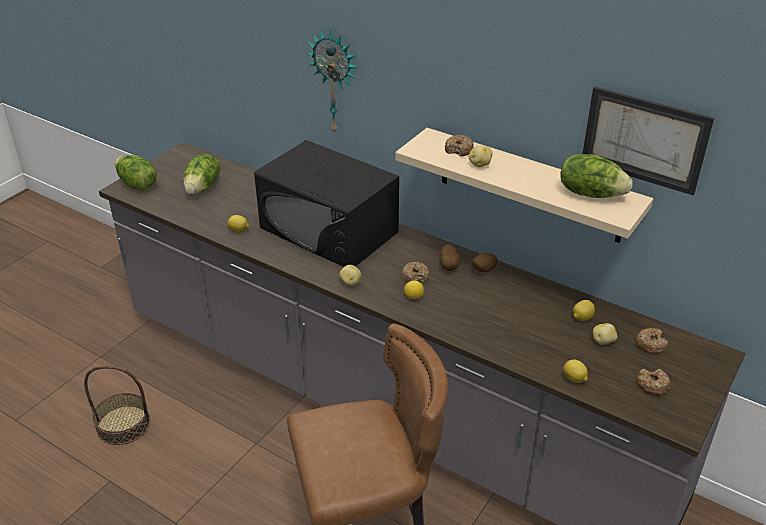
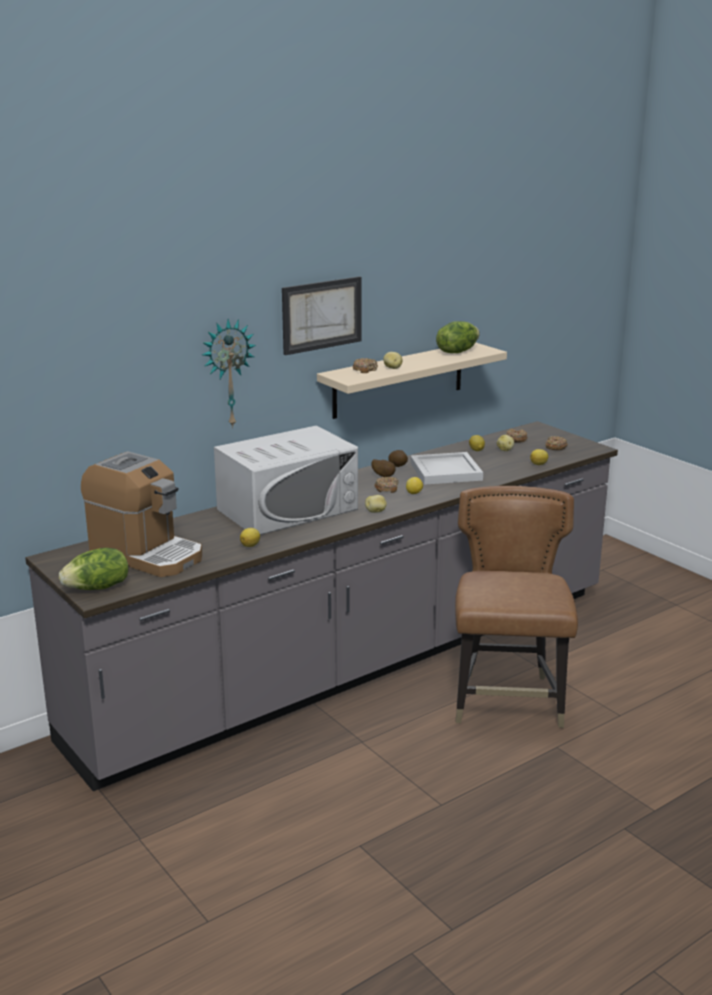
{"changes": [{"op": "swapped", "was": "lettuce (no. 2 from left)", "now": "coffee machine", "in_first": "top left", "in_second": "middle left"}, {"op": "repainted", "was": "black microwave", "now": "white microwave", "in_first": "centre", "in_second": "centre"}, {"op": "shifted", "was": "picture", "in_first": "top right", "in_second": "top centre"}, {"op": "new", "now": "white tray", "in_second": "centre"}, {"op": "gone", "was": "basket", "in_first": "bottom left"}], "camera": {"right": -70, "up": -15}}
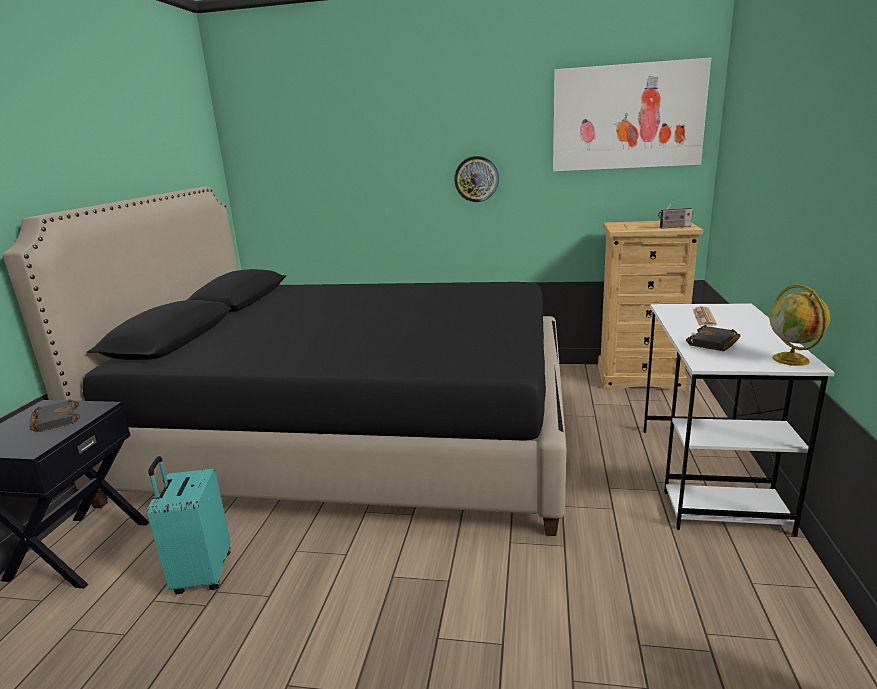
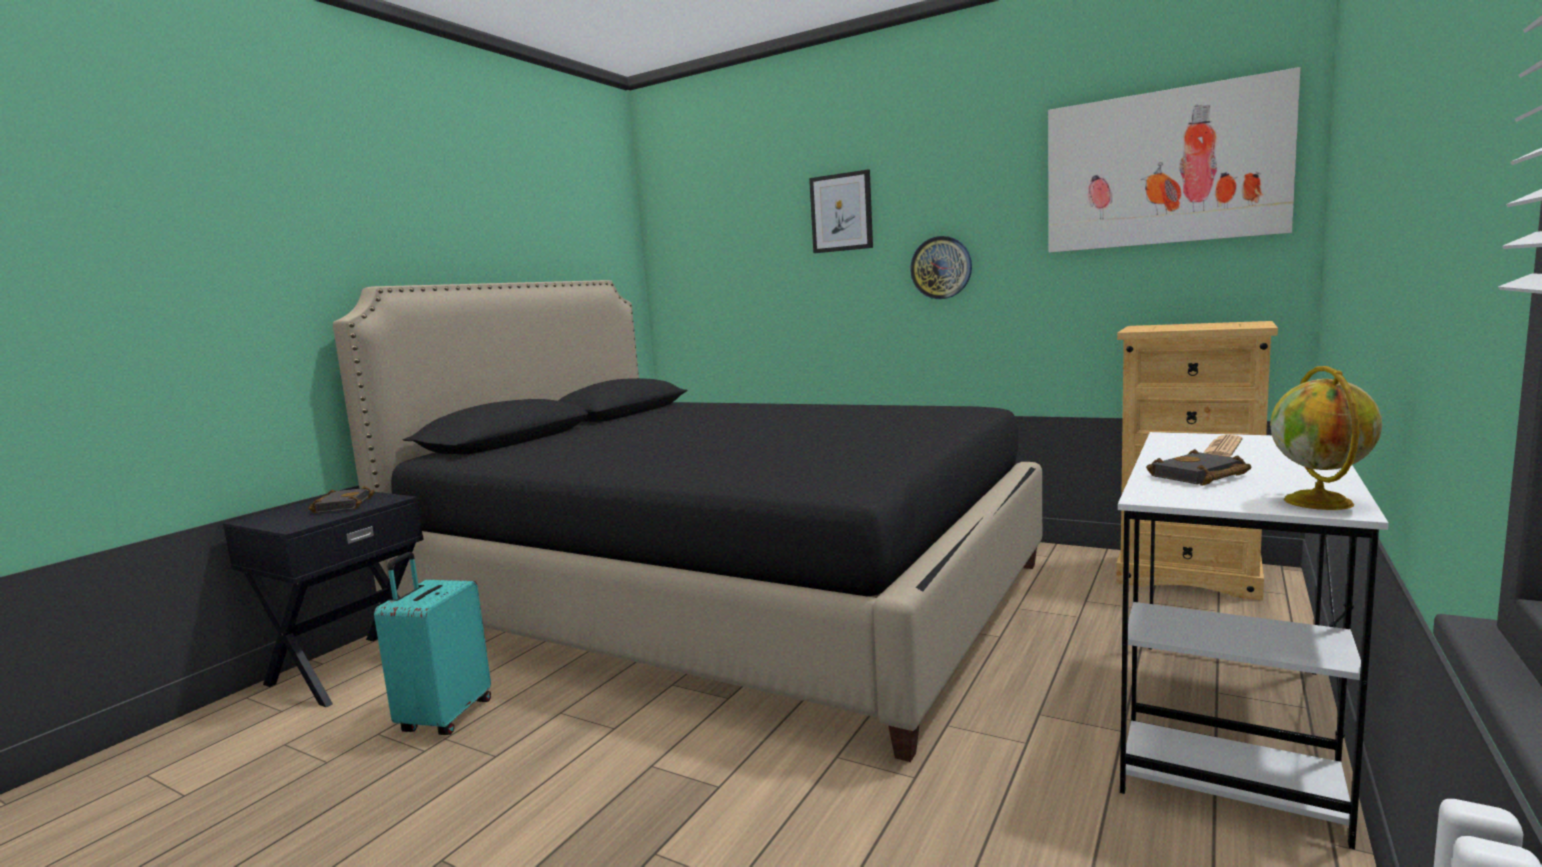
{"changes": [{"op": "new", "now": "picture (no. 1 from left)", "in_second": "top centre"}, {"op": "gone", "was": "radio", "in_first": "top right"}], "camera": {"right": 20, "up": -10}}
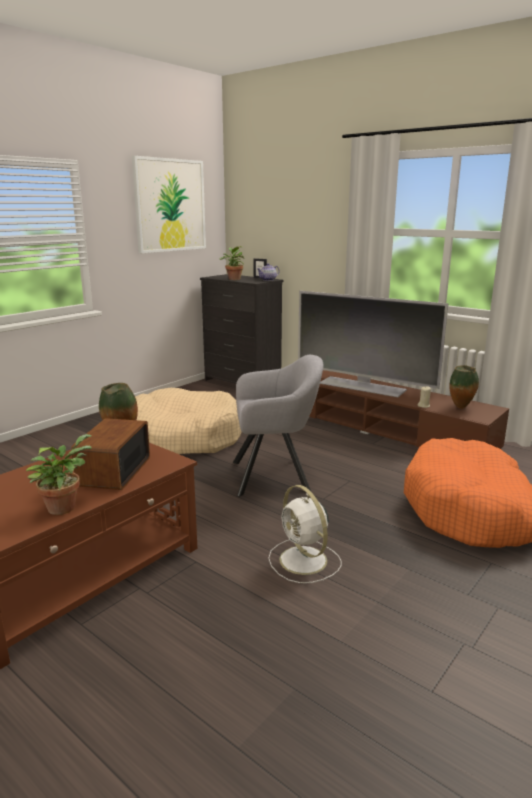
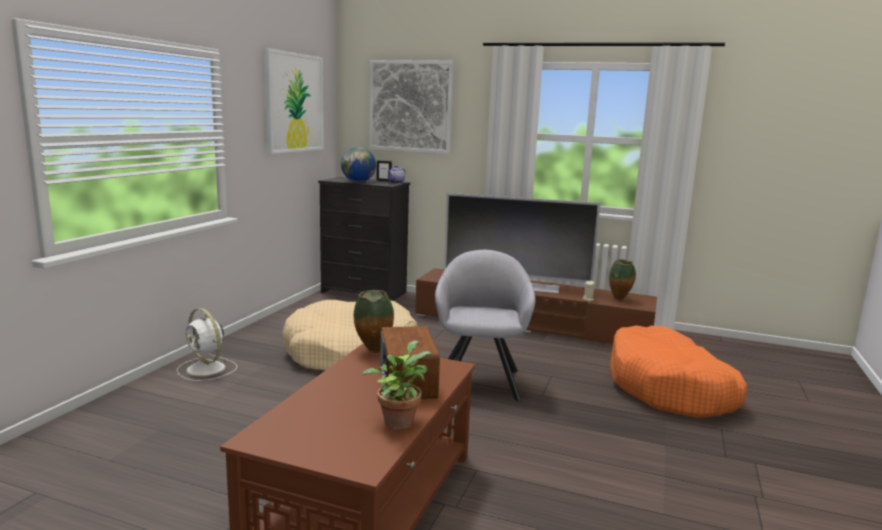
{"changes": [{"op": "shifted", "was": "white fan", "in_first": "bottom centre", "in_second": "middle left"}, {"op": "swapped", "was": "potted plant (no. 2 from left)", "now": "globe", "in_first": "top centre", "in_second": "top centre"}, {"op": "new", "now": "picture (no. 2 from left)", "in_second": "top centre"}, {"op": "rotated", "was": "grey armchair", "in_first": "centre", "in_second": "centre", "clockwise": -60}], "camera": {"right": -20, "up": -5}}
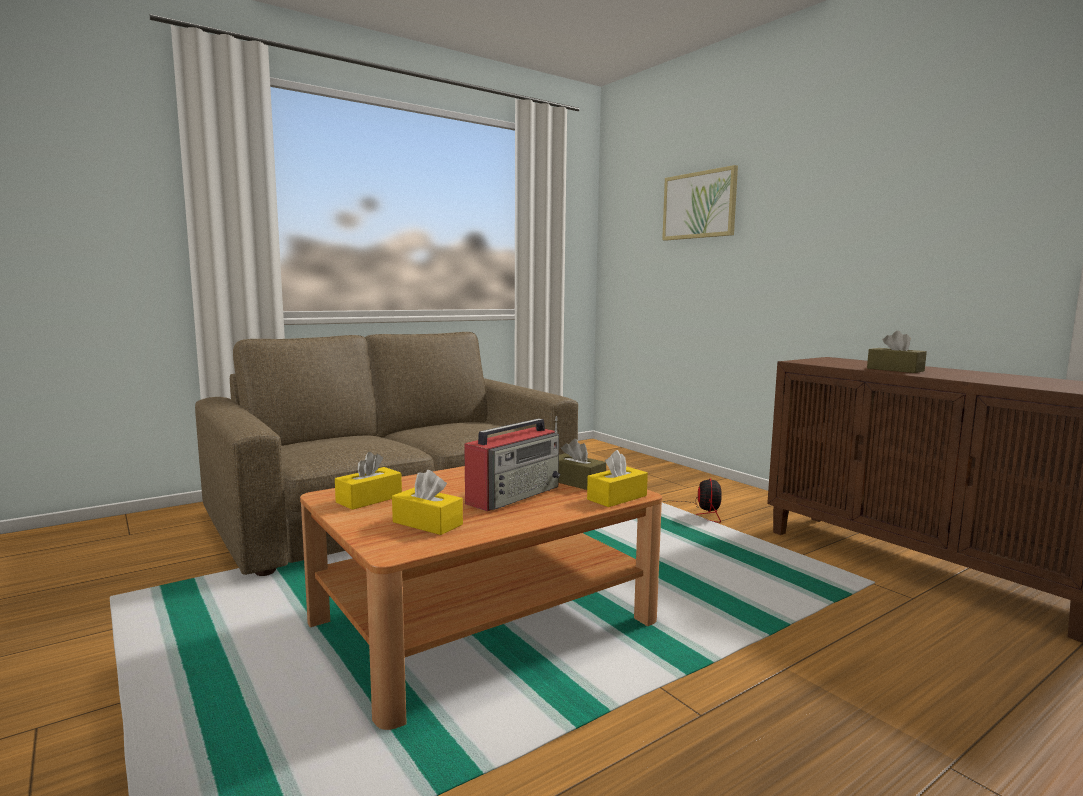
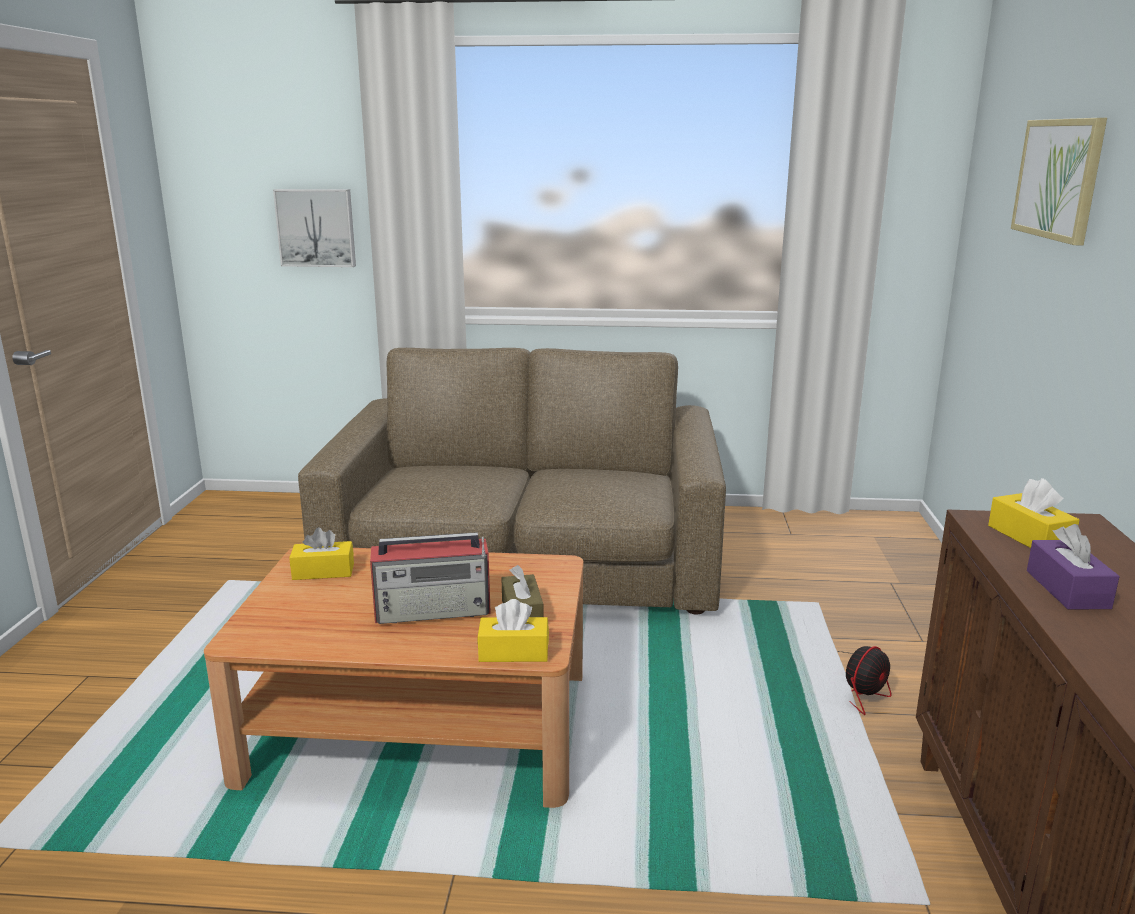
{"changes": [{"op": "new", "now": "picture (no. 1 from left)", "in_second": "top left"}, {"op": "shifted", "was": "yellow tissue box (no. 2 from left in the first image)", "now": "yellow tissue box (no. 3 from left)", "in_first": "centre", "in_second": "middle right"}, {"op": "repainted", "was": "brown tissue box (no. 2 from left)", "now": "purple tissue box", "in_first": "middle right", "in_second": "middle right"}], "camera": {"right": 40, "up": 10}}
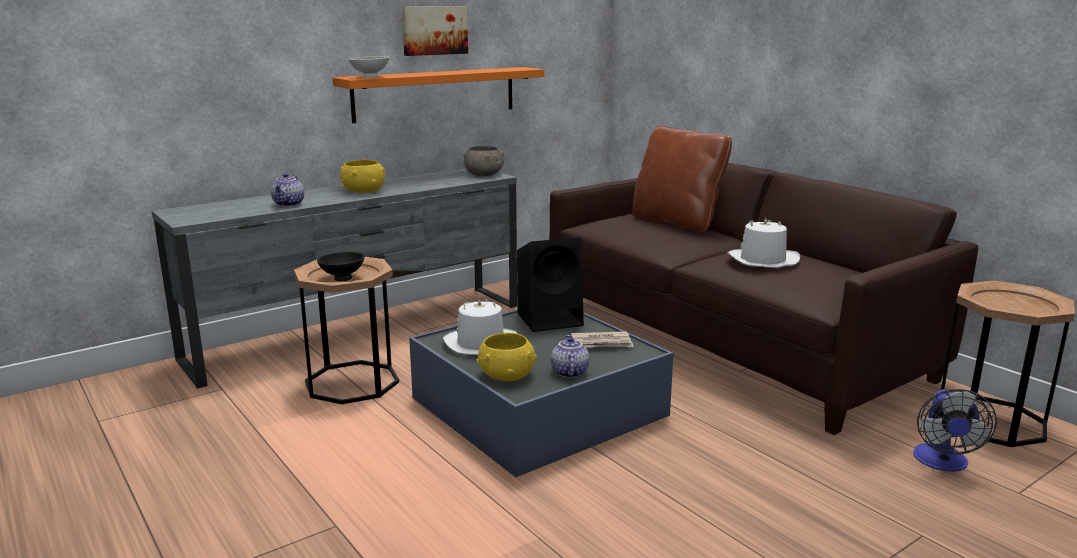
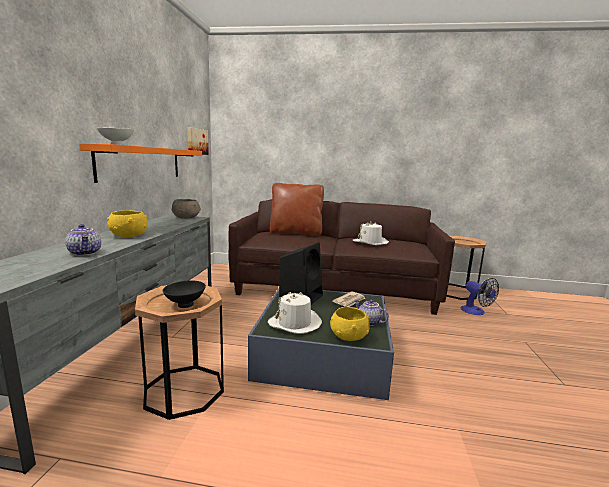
{"changes": [{"op": "shifted", "was": "picture", "in_first": "top centre", "in_second": "top left"}], "camera": {"right": -45, "up": -5}}
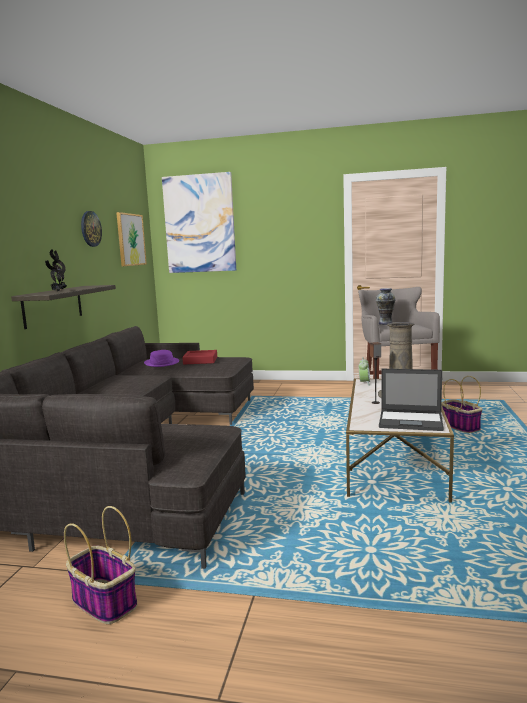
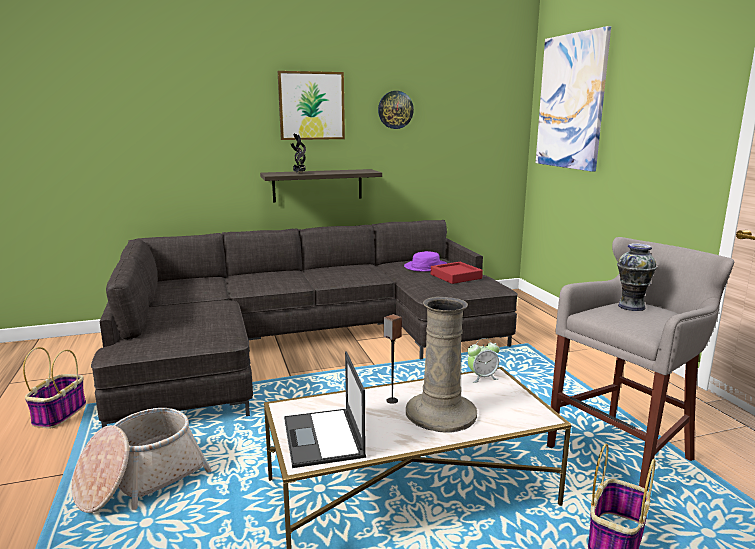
{"changes": [{"op": "new", "now": "basket (no. 2 from left)", "in_second": "bottom left"}, {"op": "shifted", "was": "picture (no. 1 from left)", "in_first": "middle left", "in_second": "top centre"}], "camera": {"right": 60, "up": 5}}
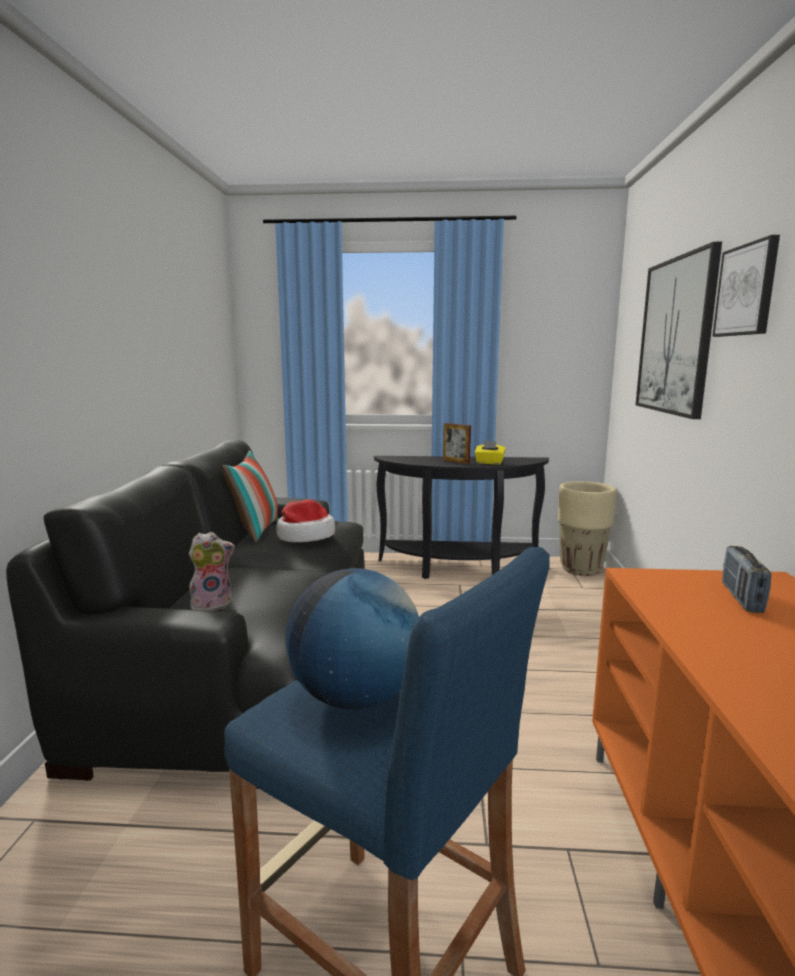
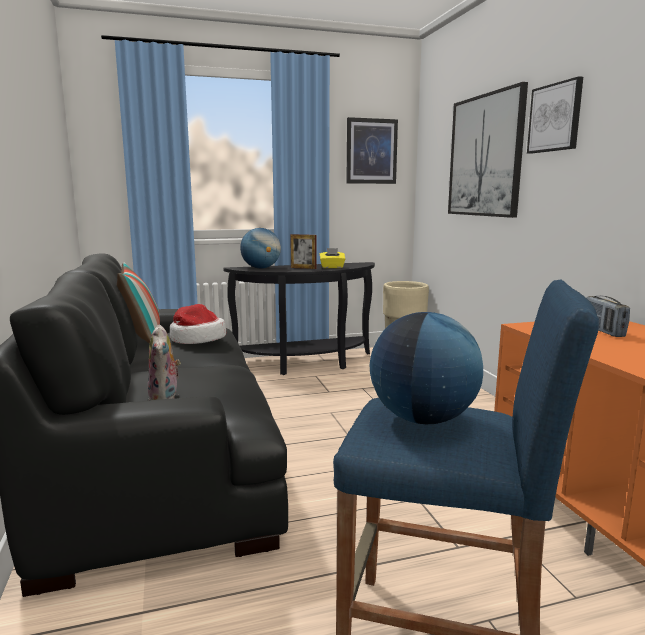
{"changes": [{"op": "rotated", "was": "plush toy", "in_first": "middle left", "in_second": "middle left", "clockwise": 120}, {"op": "new", "now": "globe (no. 1 from left)", "in_second": "centre"}, {"op": "new", "now": "picture (no. 1 from left)", "in_second": "top centre"}], "camera": {"right": -20, "up": 0}}
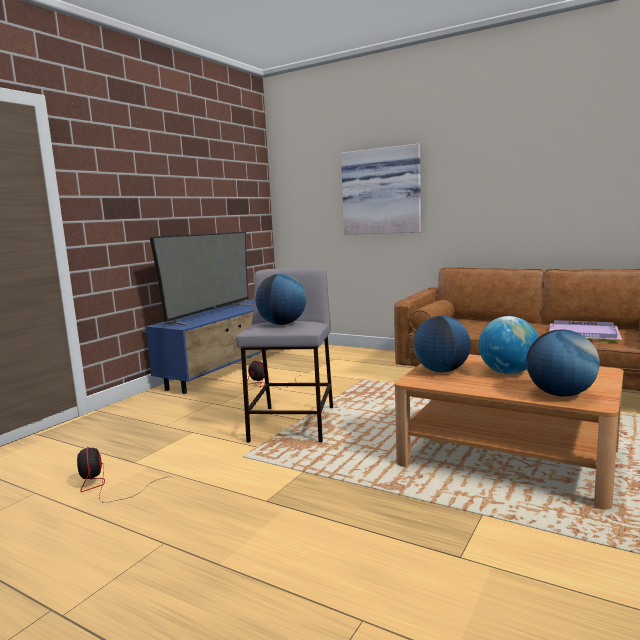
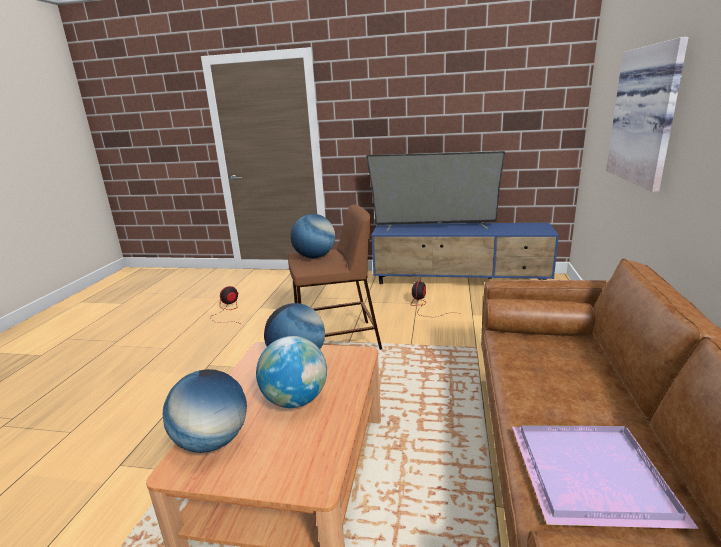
{"changes": [{"op": "repainted", "was": "grey stool", "now": "brown stool", "in_first": "centre", "in_second": "centre"}], "camera": {"right": 70, "up": 10}}
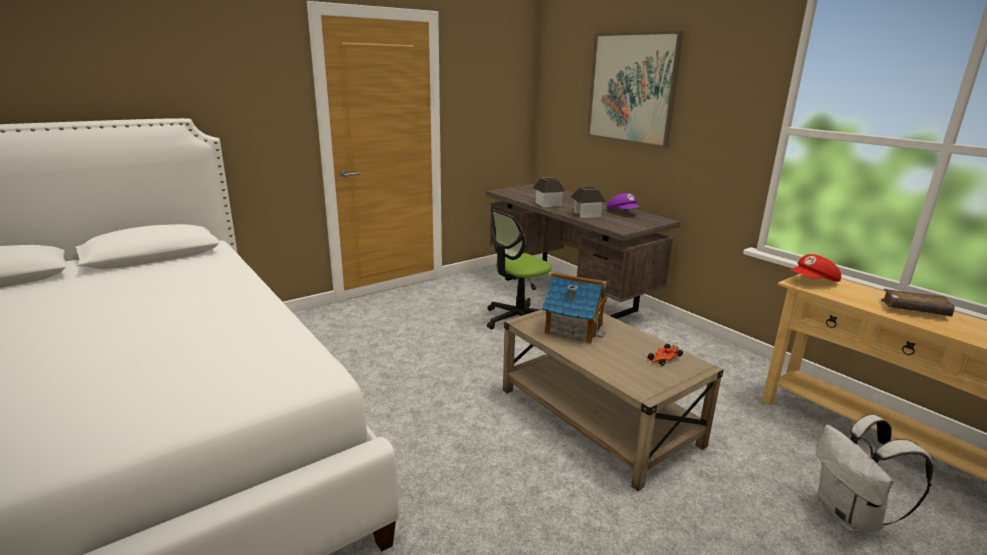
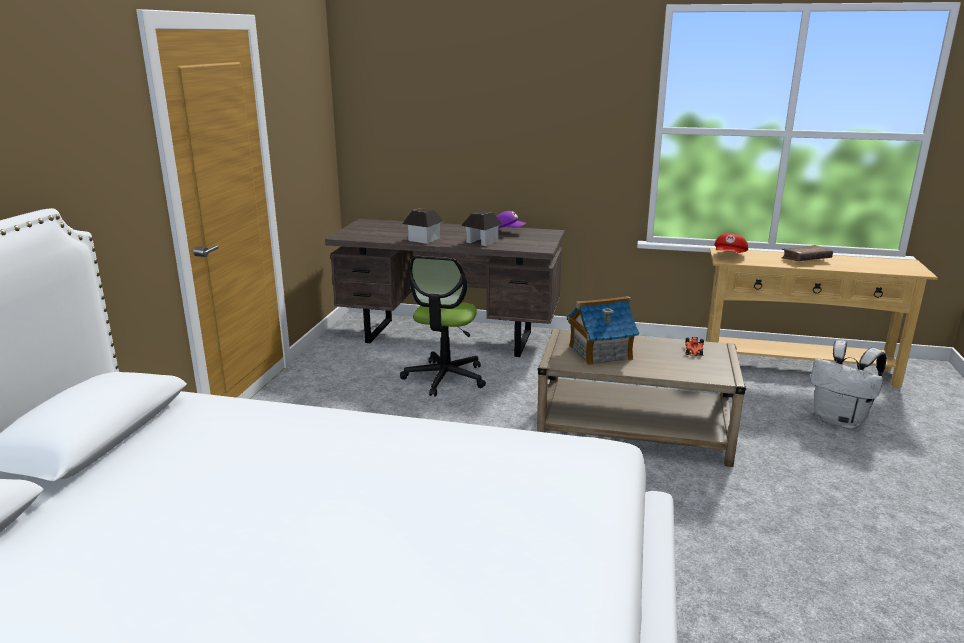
{"changes": [{"op": "gone", "was": "picture", "in_first": "top centre"}], "camera": {"right": -40, "up": 0}}
